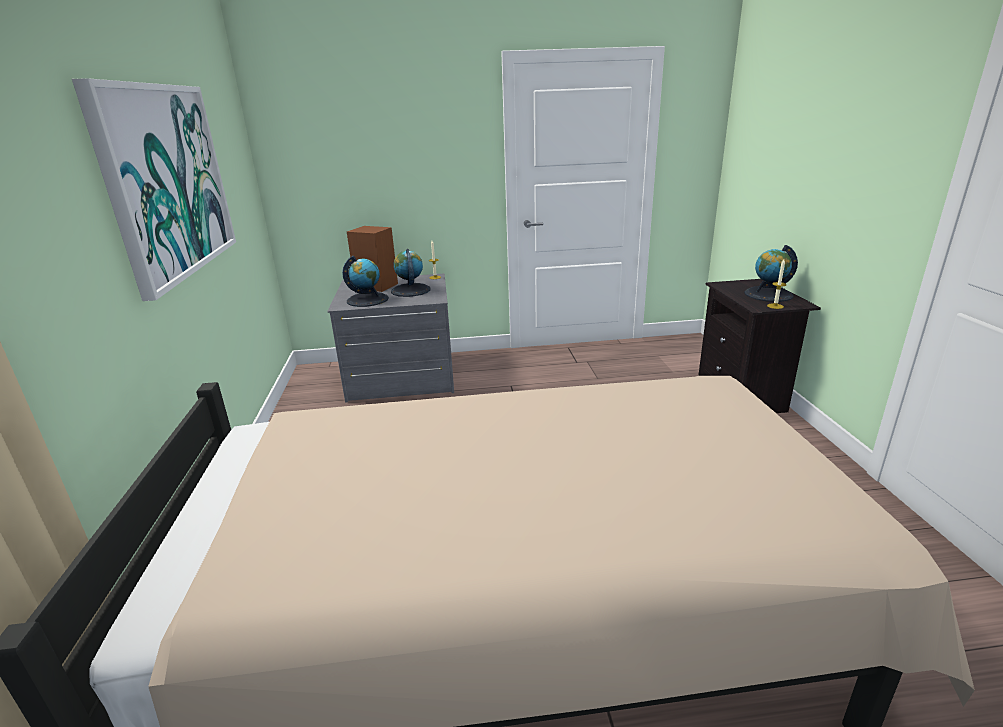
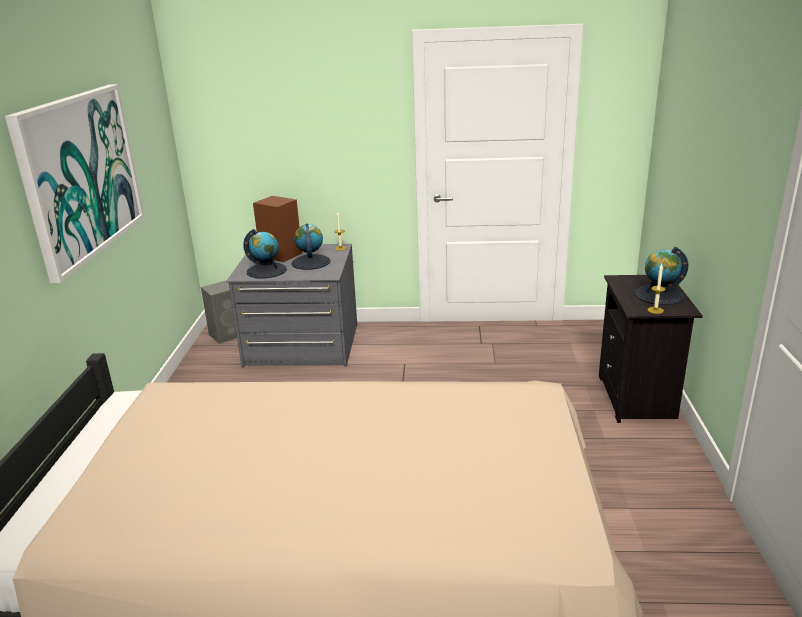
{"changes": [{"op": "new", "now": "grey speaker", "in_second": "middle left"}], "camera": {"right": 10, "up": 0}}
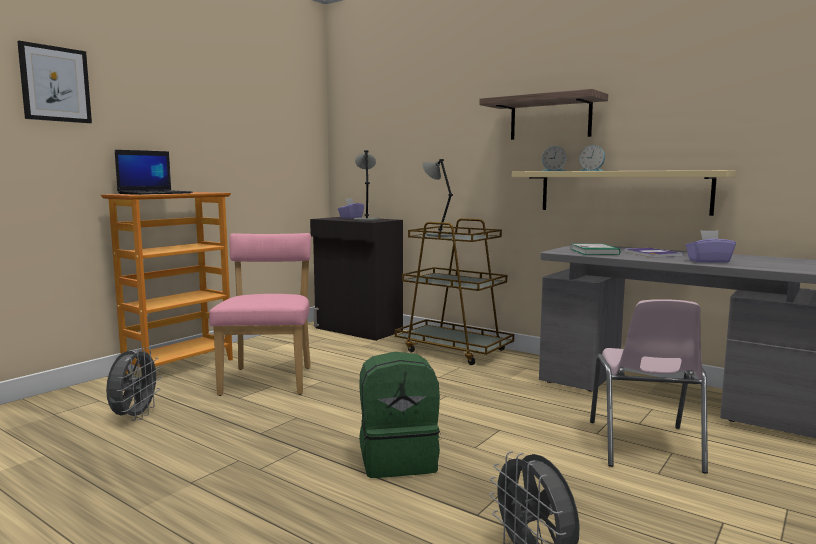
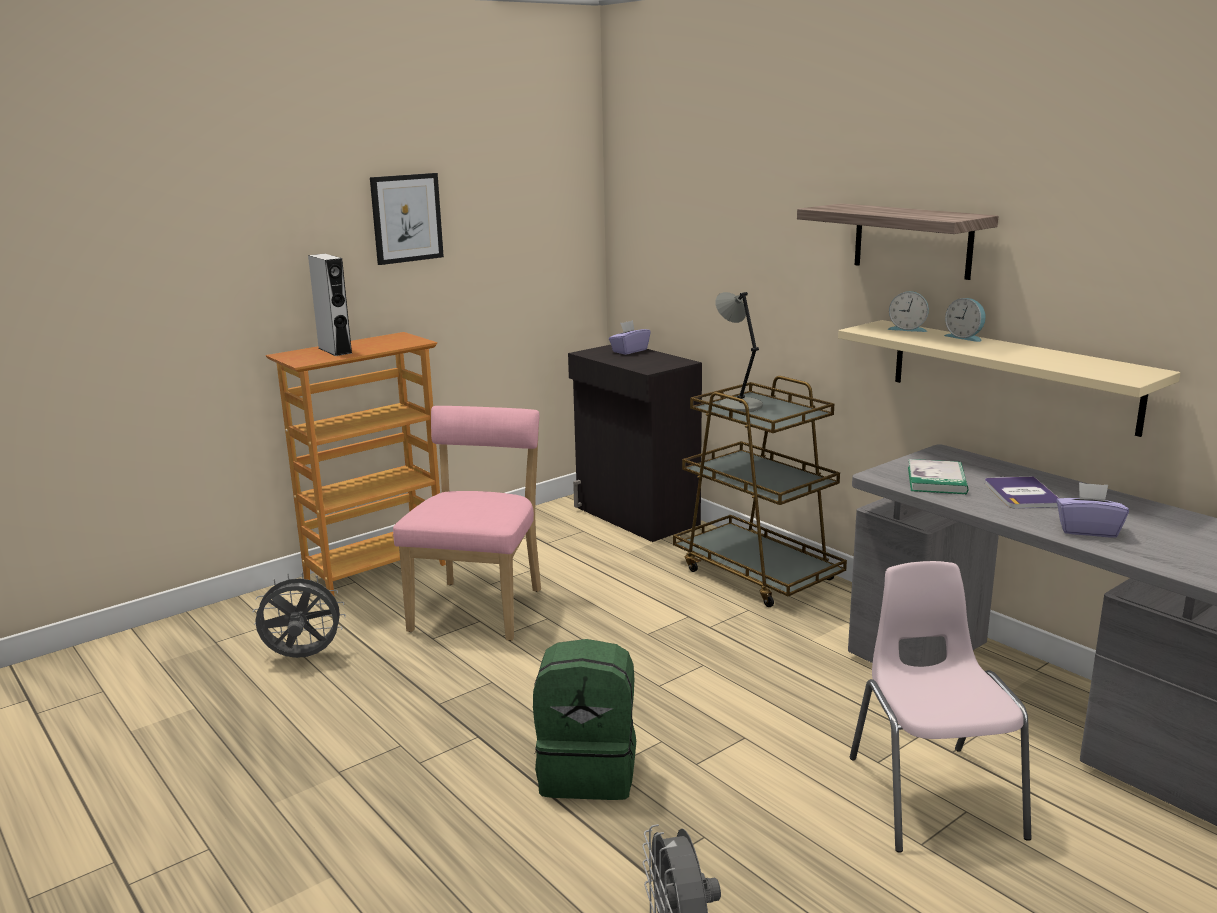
{"changes": [{"op": "rotated", "was": "grey fan (no. 1 from left)", "in_first": "bottom left", "in_second": "bottom left", "clockwise": -120}, {"op": "swapped", "was": "laptop", "now": "grey speaker", "in_first": "top left", "in_second": "middle left"}, {"op": "shifted", "was": "picture", "in_first": "top left", "in_second": "top centre"}, {"op": "rotated", "was": "pink chair (no. 2 from left)", "in_first": "bottom right", "in_second": "bottom right", "clockwise": 150}, {"op": "gone", "was": "grey table lamp (no. 1 from left)", "in_first": "centre"}], "camera": {"right": 15, "up": 10}}
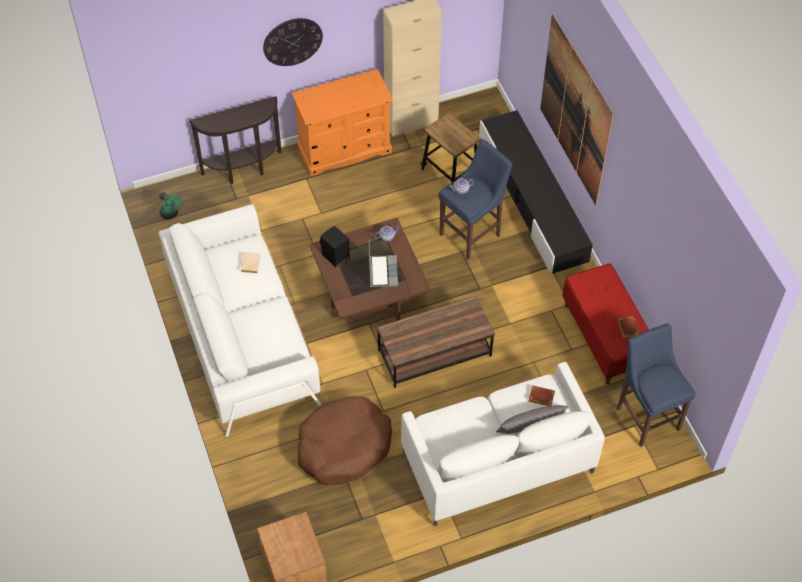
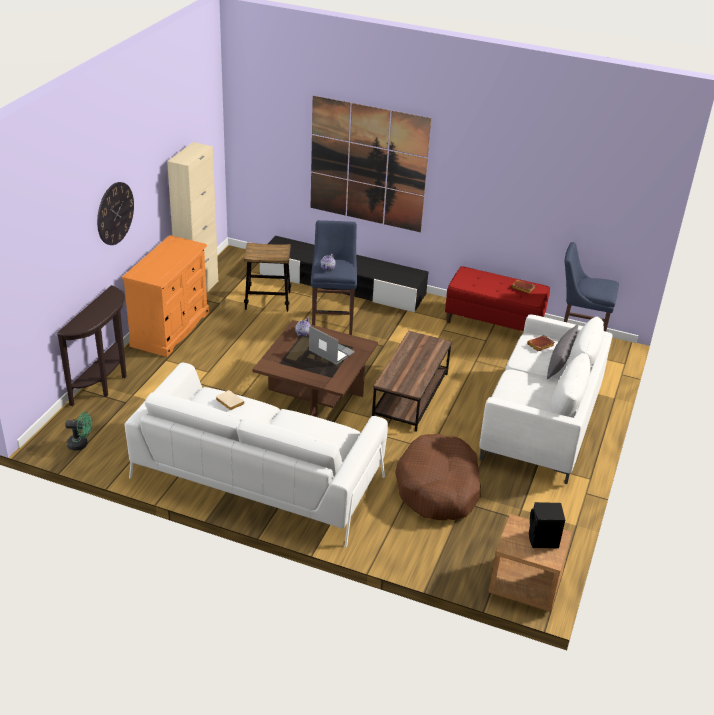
{"changes": [{"op": "shifted", "was": "black speaker", "in_first": "centre", "in_second": "bottom right"}], "camera": {"right": -50, "up": -20}}
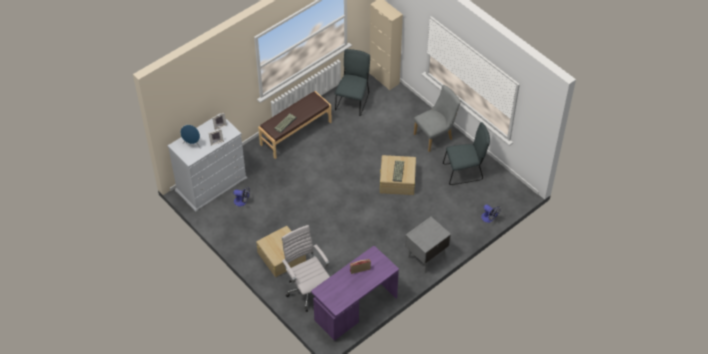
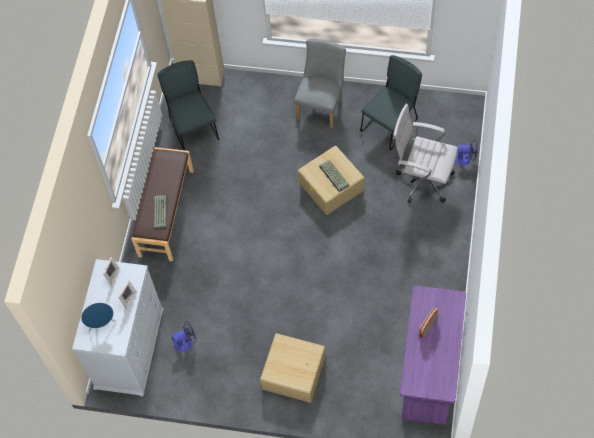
{"changes": [{"op": "shifted", "was": "white office chair", "in_first": "bottom centre", "in_second": "middle right"}, {"op": "gone", "was": "grey nightstand", "in_first": "bottom centre"}], "camera": {"right": -35, "up": 10}}
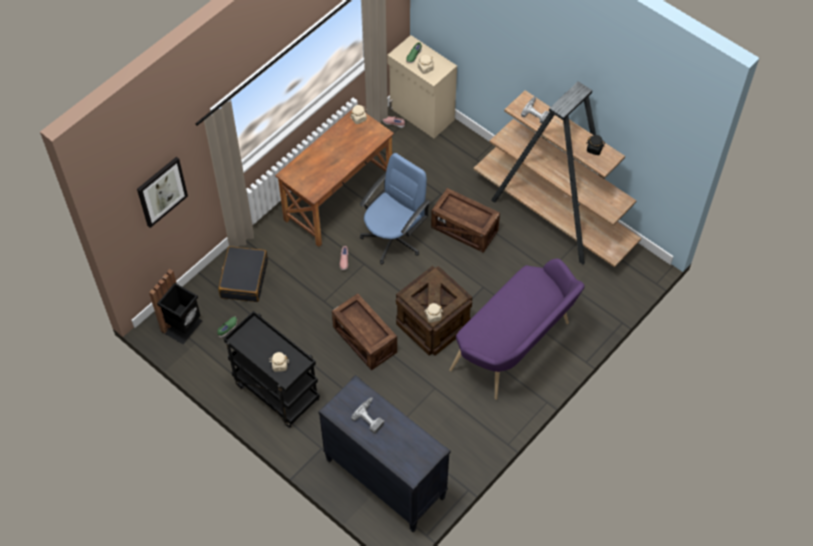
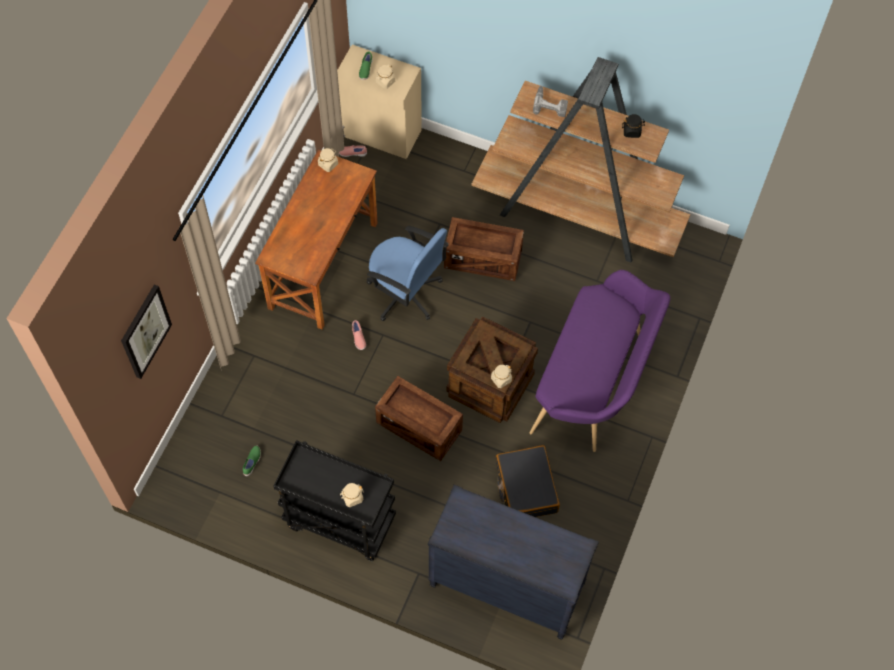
{"changes": [{"op": "rotated", "was": "blue office chair", "in_first": "centre", "in_second": "centre", "clockwise": 105}, {"op": "shifted", "was": "black suitcase", "in_first": "middle left", "in_second": "bottom centre"}, {"op": "gone", "was": "black trash can", "in_first": "middle left"}, {"op": "gone", "was": "power drill (no. 1 from left)", "in_first": "bottom centre"}], "camera": {"right": -20, "up": 5}}
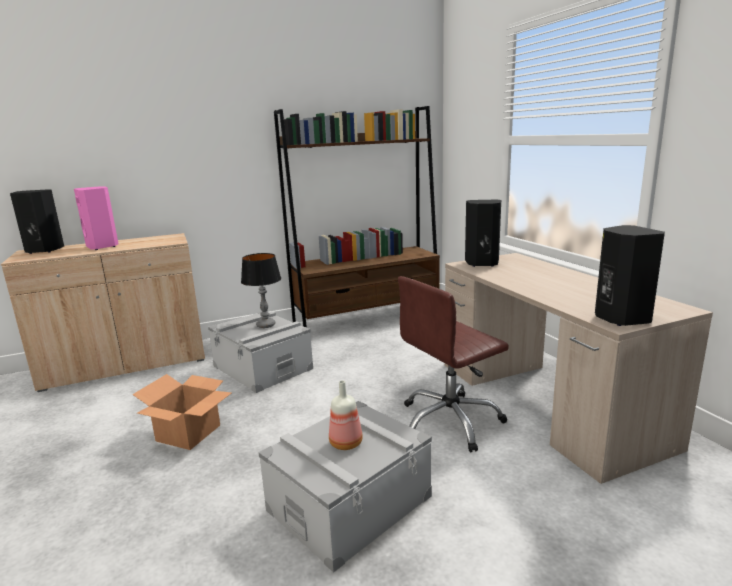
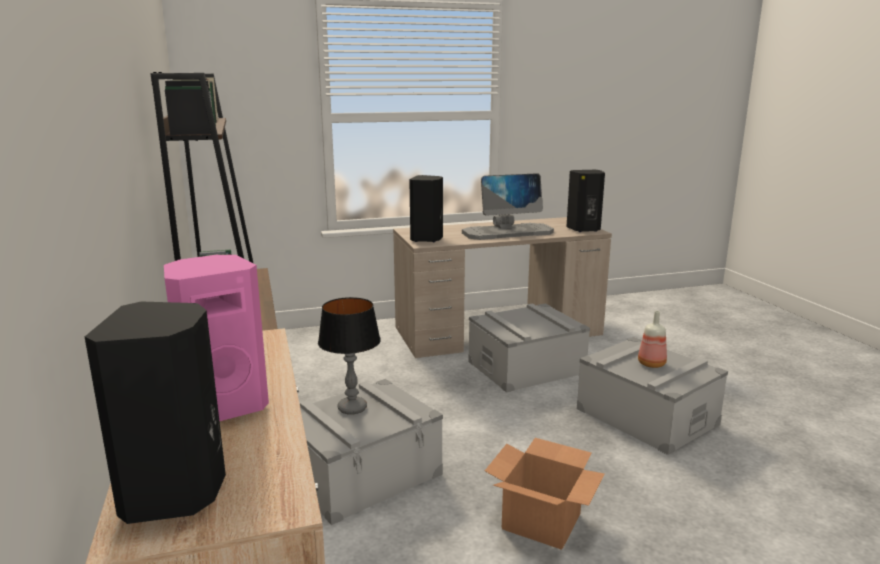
{"changes": [{"op": "new", "now": "monitor", "in_second": "centre"}, {"op": "swapped", "was": "brown office chair", "now": "grey storage box (no. 2 from left)", "in_first": "centre", "in_second": "centre"}], "camera": {"right": -85, "up": 0}}
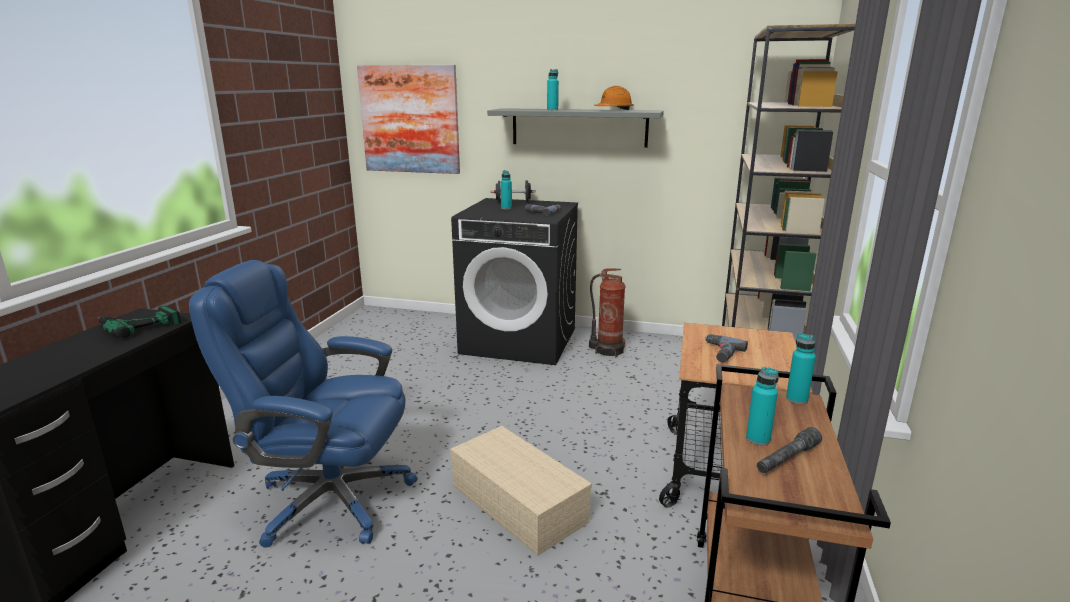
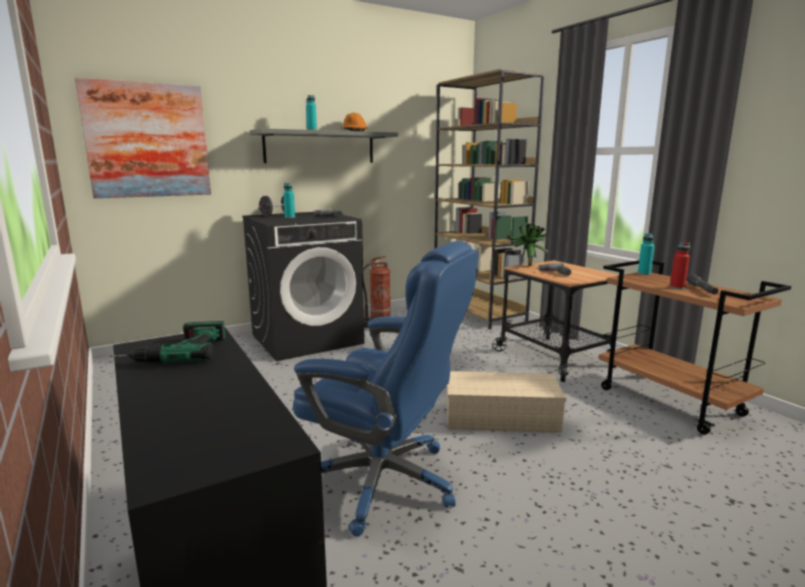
{"changes": [{"op": "rotated", "was": "blue office chair", "in_first": "bottom left", "in_second": "centre", "clockwise": -120}, {"op": "new", "now": "potted plant", "in_second": "centre"}, {"op": "repainted", "was": "turquoise bottle (no. 3 from left)", "now": "red bottle", "in_first": "bottom right", "in_second": "middle right"}], "camera": {"right": -45, "up": -5}}
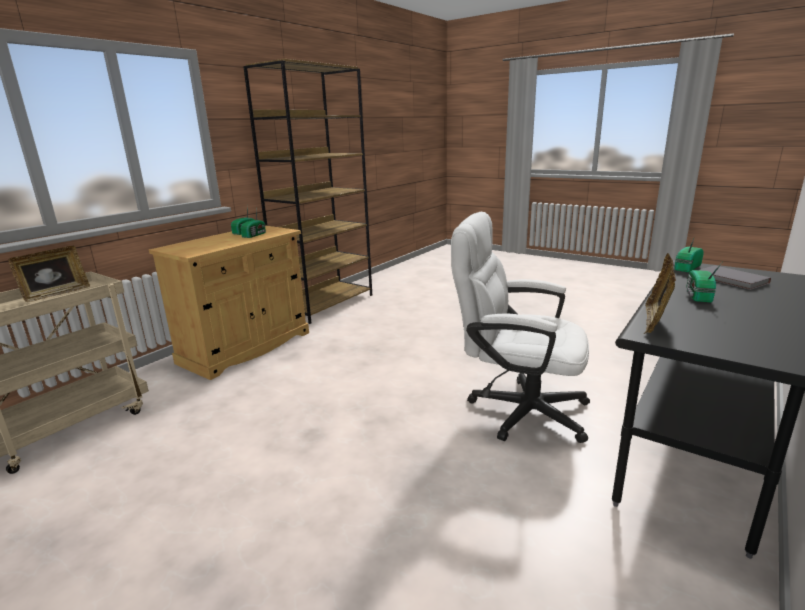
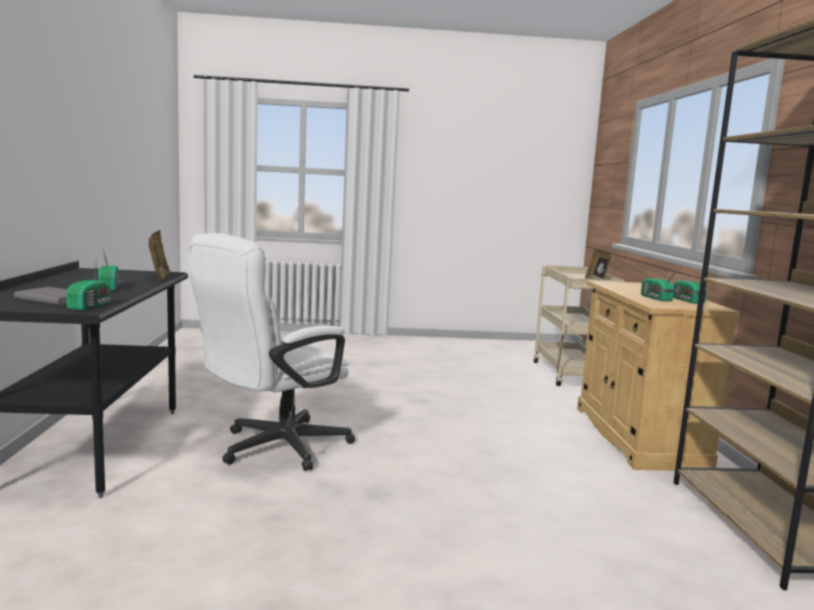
{"changes": [{"op": "rotated", "was": "white office chair", "in_first": "centre", "in_second": "centre", "clockwise": 150}], "camera": {"right": 140, "up": -10}}
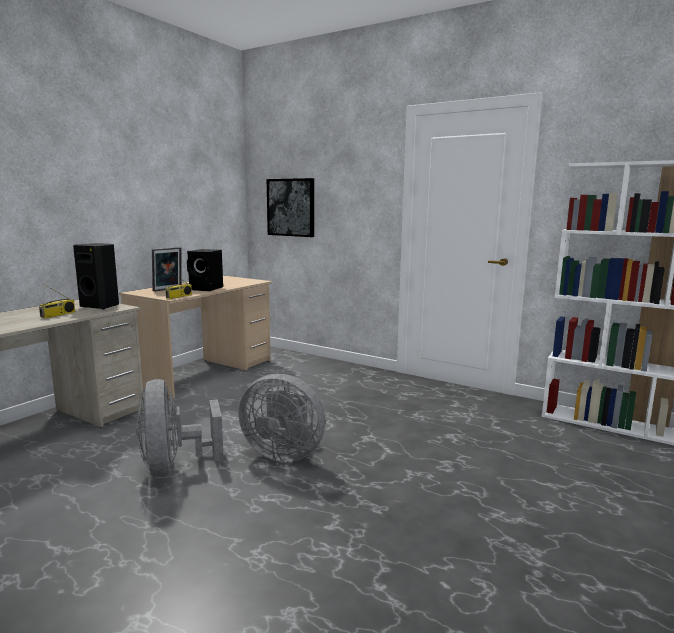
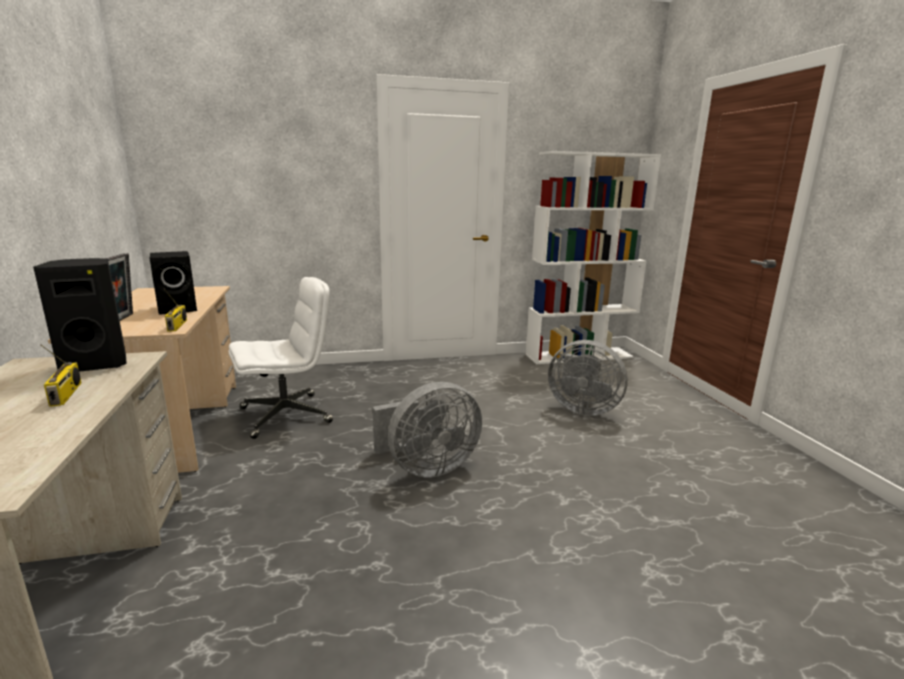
{"changes": [{"op": "new", "now": "white office chair", "in_second": "middle left"}, {"op": "shifted", "was": "grey fan (no. 1 from left in the first image)", "now": "grey fan (no. 2 from left)", "in_first": "bottom left", "in_second": "centre"}, {"op": "gone", "was": "picture", "in_first": "top centre"}], "camera": {"right": -45, "up": 5}}
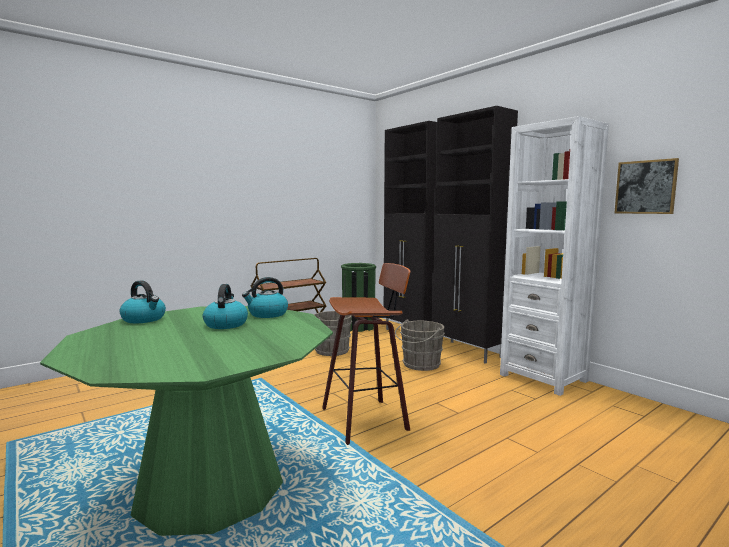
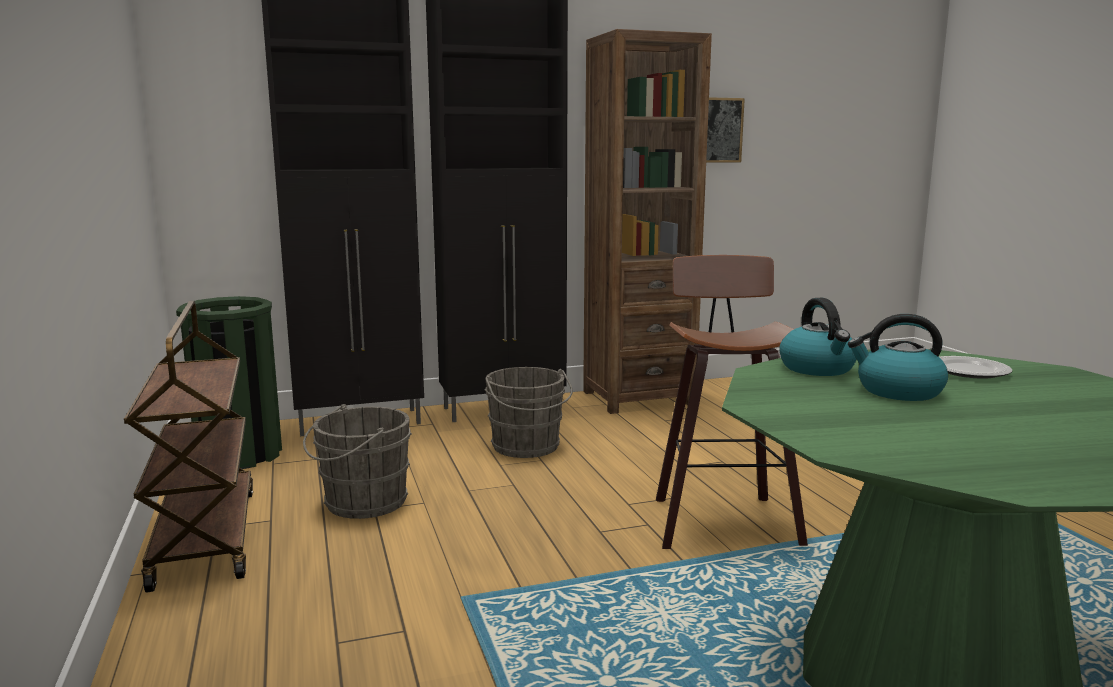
{"changes": [{"op": "repainted", "was": "white bookcase", "now": "brown bookcase", "in_first": "middle right", "in_second": "top centre"}, {"op": "new", "now": "plate", "in_second": "middle right"}, {"op": "gone", "was": "kettle (no. 1 from left)", "in_first": "middle left"}], "camera": {"right": -70, "up": 5}}
